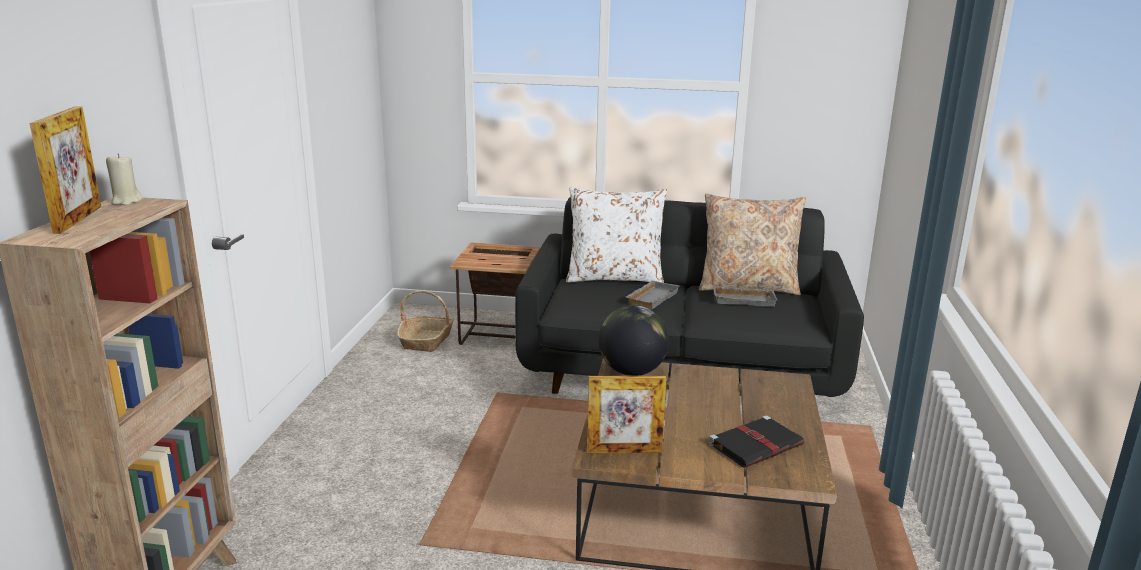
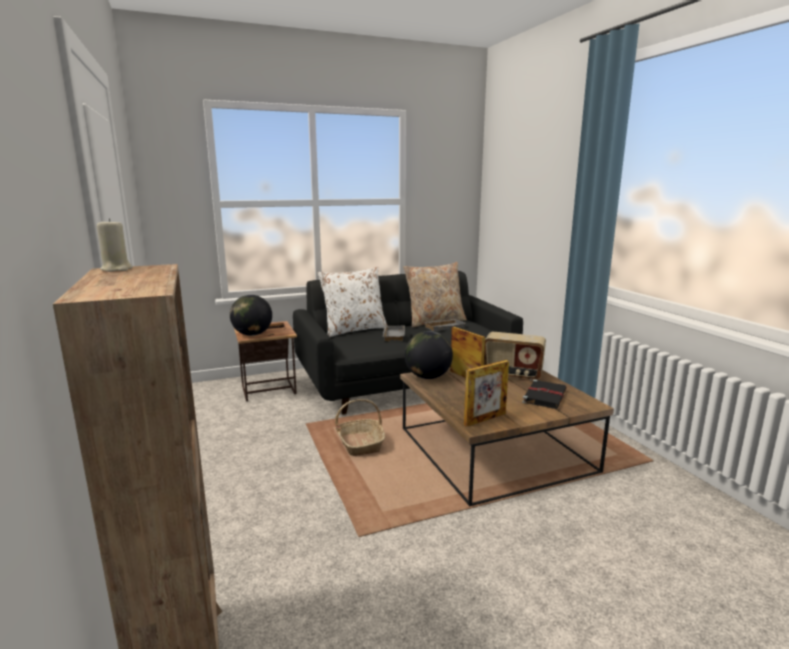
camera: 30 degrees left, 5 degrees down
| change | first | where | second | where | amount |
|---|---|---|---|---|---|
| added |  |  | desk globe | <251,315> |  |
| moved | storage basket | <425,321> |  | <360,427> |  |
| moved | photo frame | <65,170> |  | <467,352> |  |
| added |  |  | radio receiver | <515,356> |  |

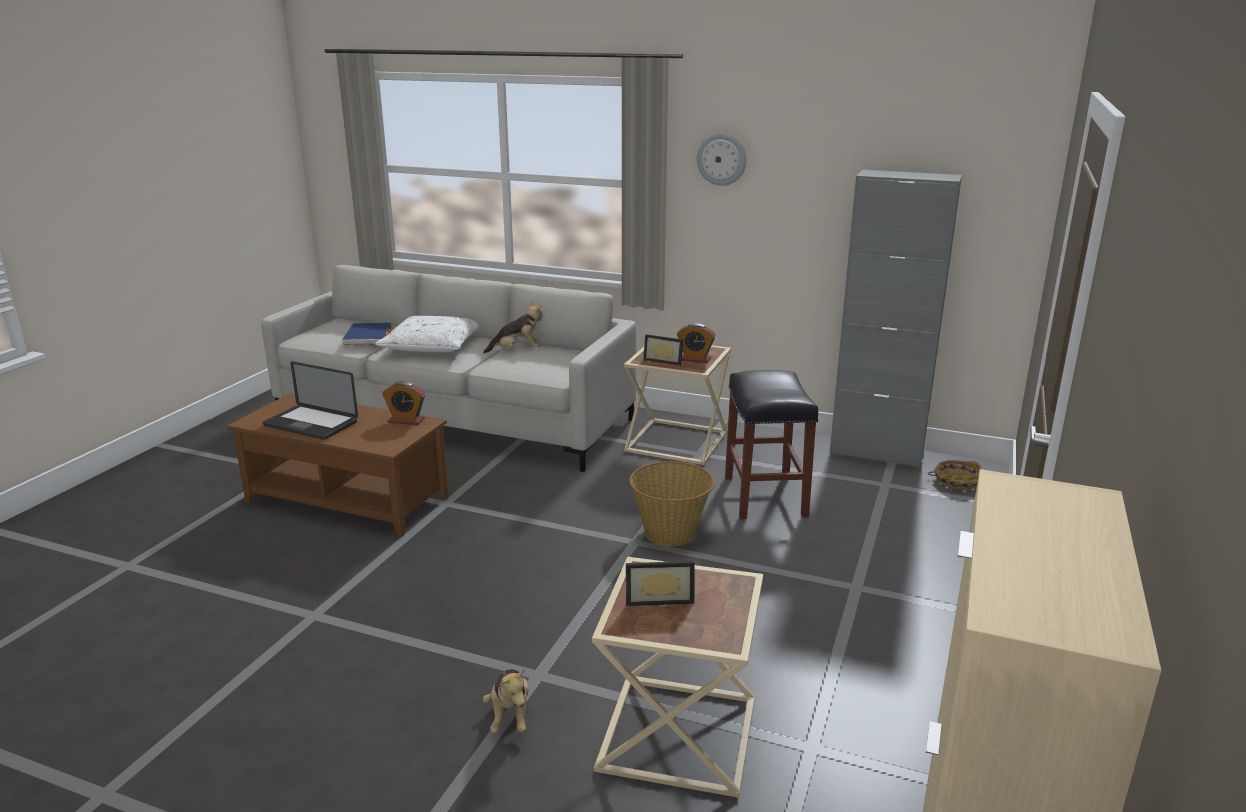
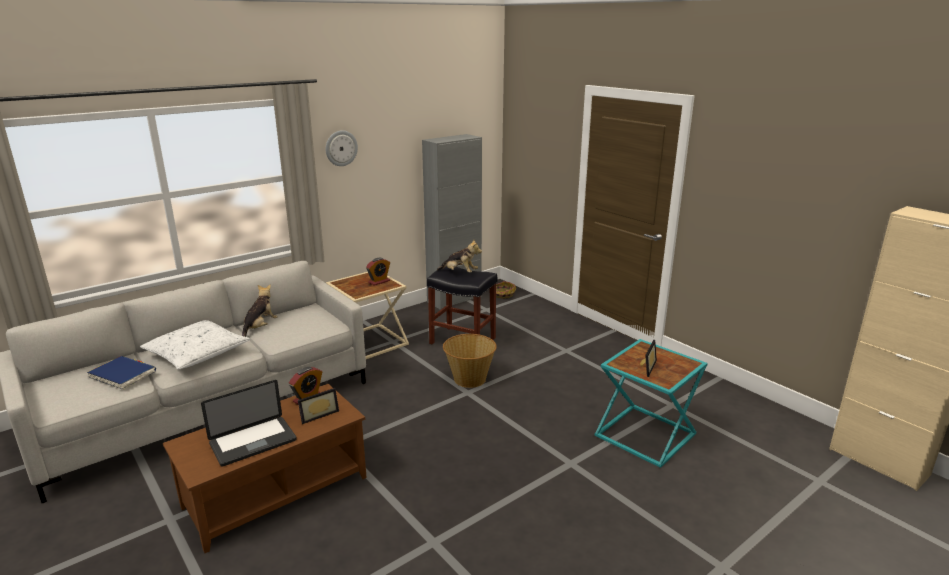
camera: 60 degrees left, 0 degrees up
| change | first | where | second | where | amount |
|---|---|---|---|---|---|
| moved | photo frame | <663,350> |  | <318,406> |  |
| moved | cuddly toy | <506,700> |  | <459,256> |  |
| recoloured | side table (sand-coloured) | <677,677> | side table (blue-green) | <651,403> |  |

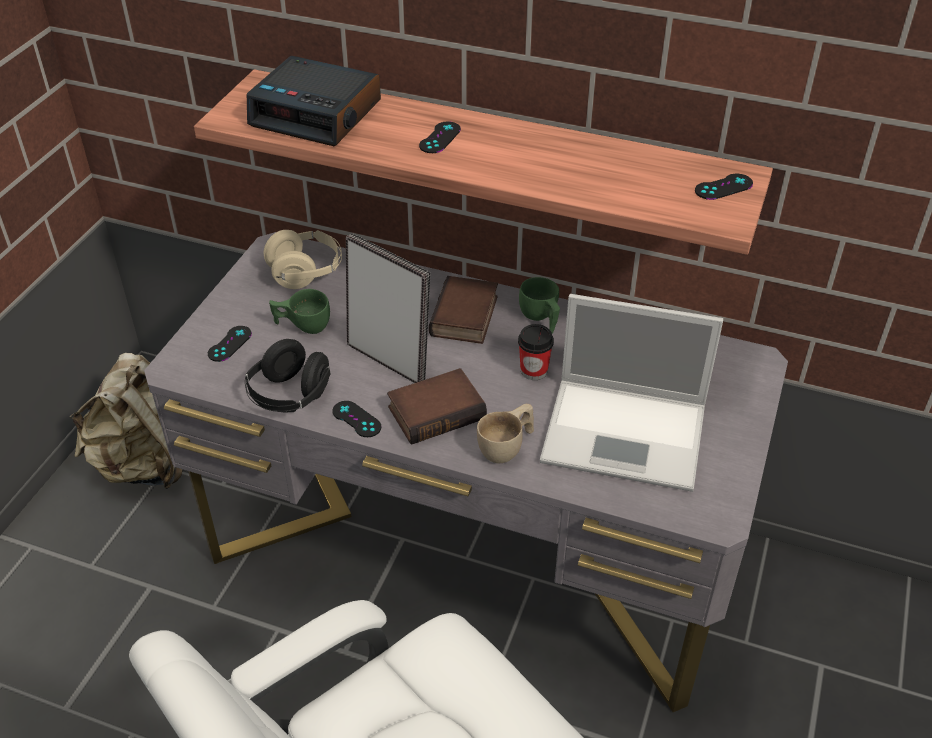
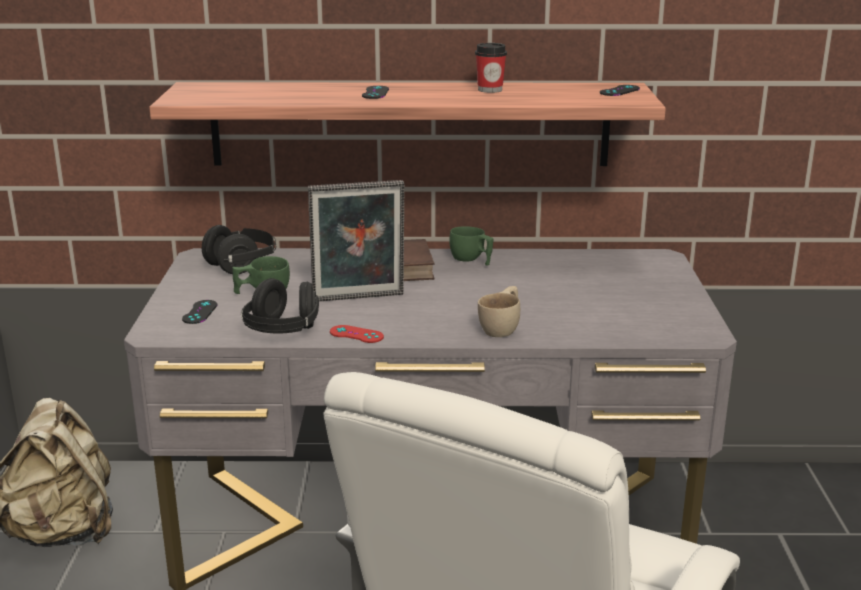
camera: 20 degrees left, 20 degrees down
| change | first | where | second | where | amount |
|---|---|---|---|---|---|
| recoloured | headset (sand-coloured) | <303,259> | headset (black-coloured) | <239,249> |  |
| turned | photo frame | <388,308> |  | <356,240> | 150 degrees clockwise |
| recoloured | joypad (black-coloured) | <356,419> | joypad (red) | <357,334> |  |
| moved | cup | <536,352> |  | <491,68> |  |
| removed | alarm clock | <314,101> |  |  |  |
| removed | book | <437,406> |  |  |  |
| removed | notebook computer | <631,393> |  |  |  |

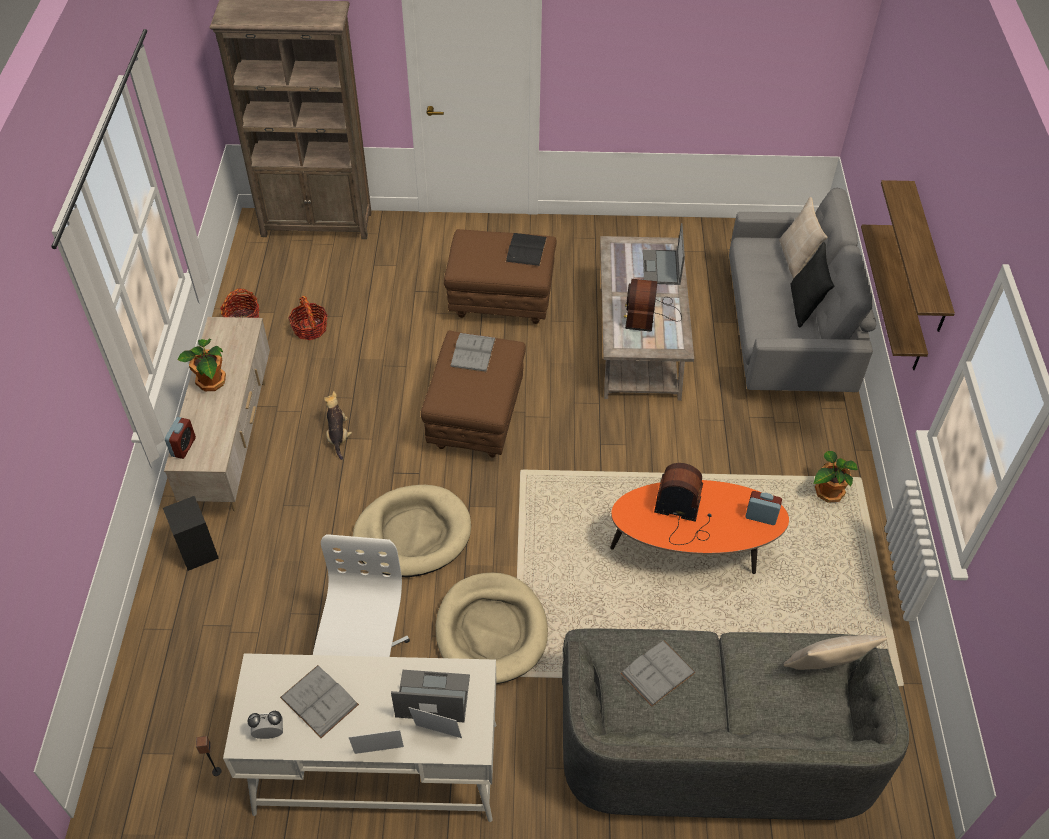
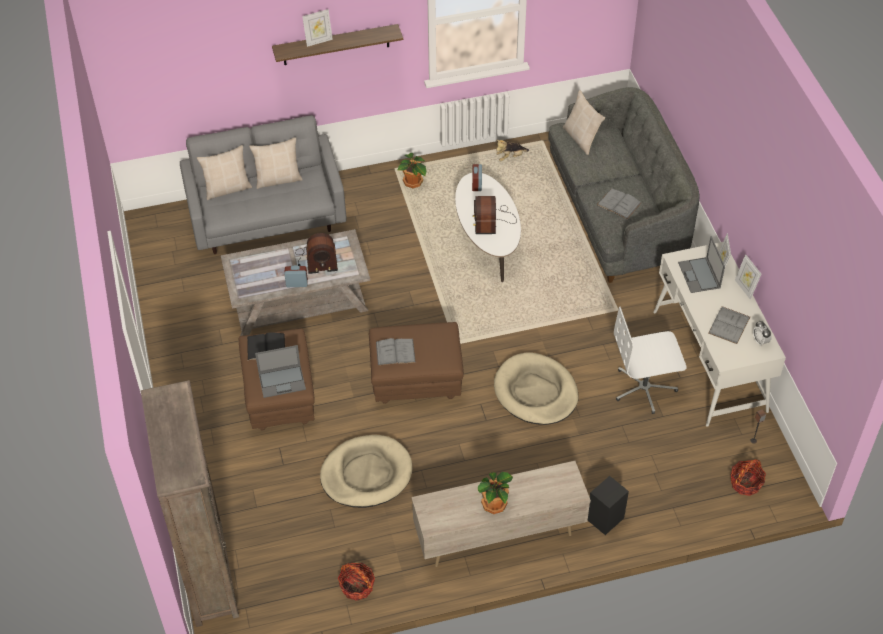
camera: 105 degrees left, 0 degrees up
| change | first | where | second | where | amount |
|---|---|---|---|---|---|
| recoloured | cushion (black-coloured) | <812,284> | cushion (sand-coloured) | <276,163> |  |
| moved | notebook computer | <664,254> |  | <280,371> |  |
| moved | alarm clock | <180,438> |  | <296,276> |  |
| added |  |  | photo frame | <317,28> |  |
| moved | dog bed (sand-coloured) | <492,628> |  | <366,471> |  |
| recoloured | coffee table (orangey) | <699,527> | coffee table (white-coloured) | <488,227> |  |
| moved | cuddly toy | <338,425> |  | <512,151> |  |
| moved | storage basket | <307,318> |  | <748,477> |  |
| removed | wall shelf | <894,297> |  |  |  |

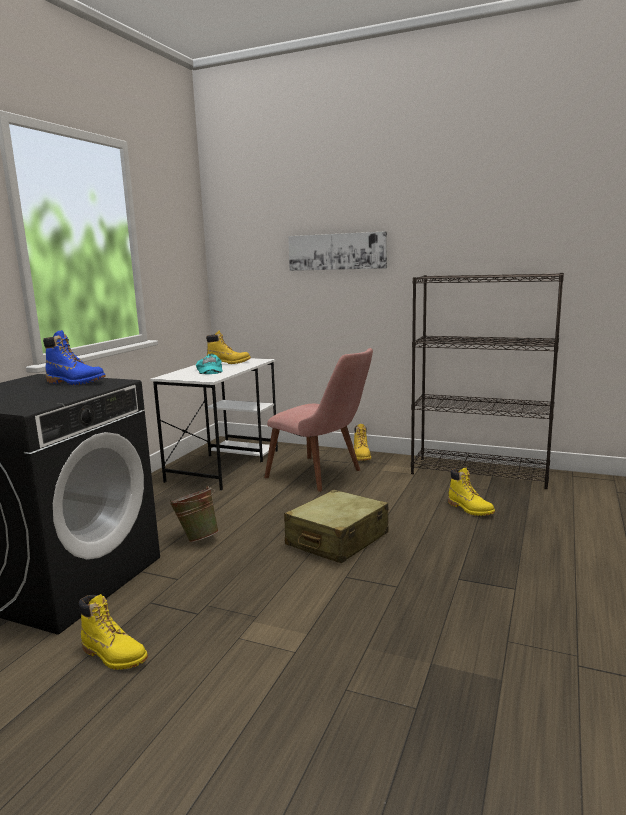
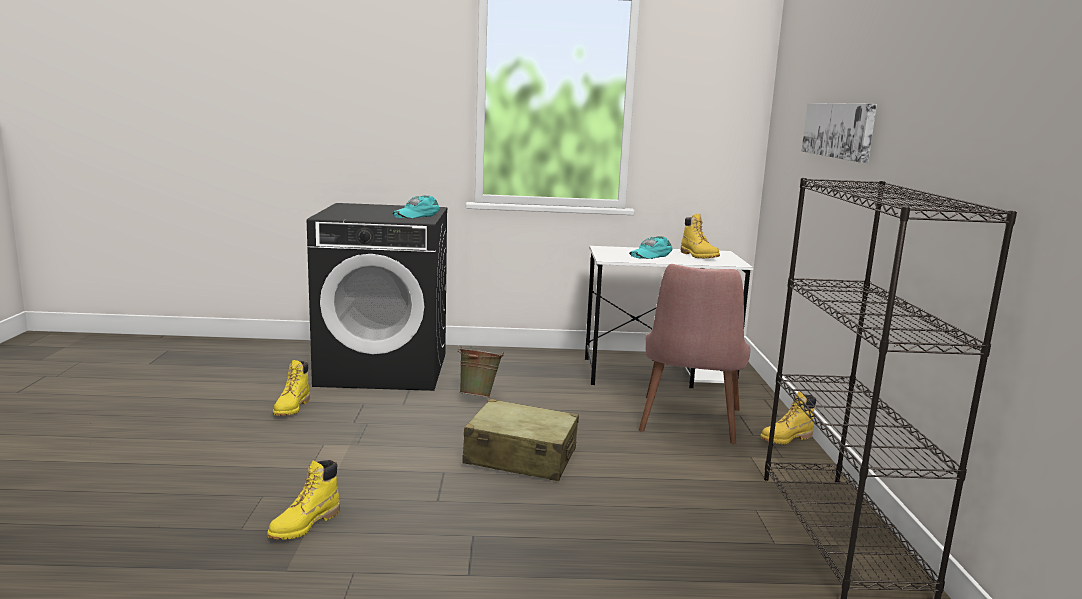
camera: 65 degrees right, 0 degrees up
| change | first | where | second | where | amount |
|---|---|---|---|---|---|
| moved | tall boot (yellowish) | <471,492> |  | <303,500> |  |
| replaced | tall boot (blue) | <74,357> | peaked cap (blue-green) | <416,207> |  |

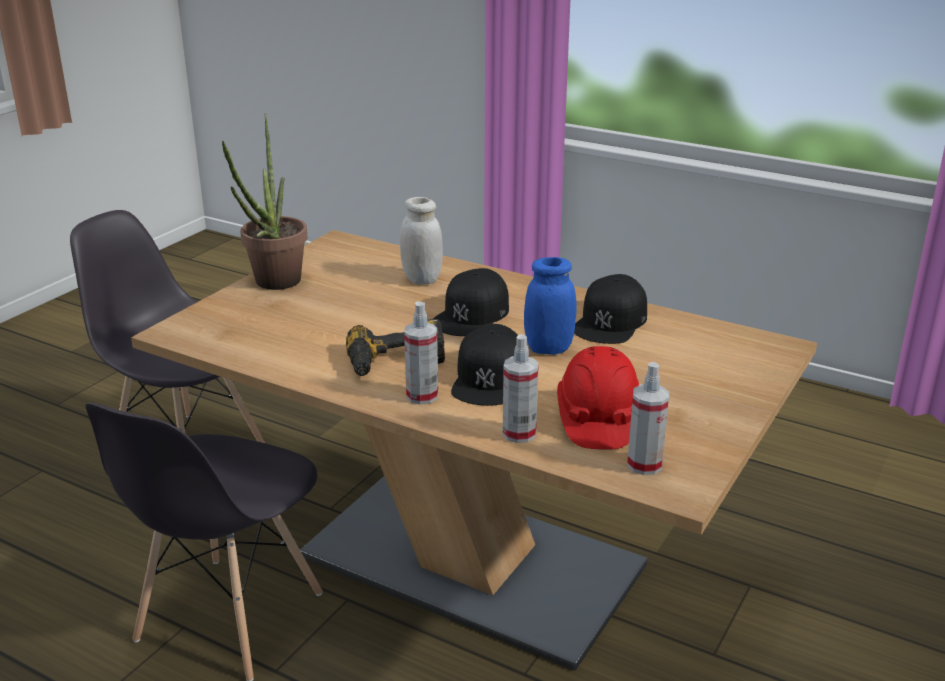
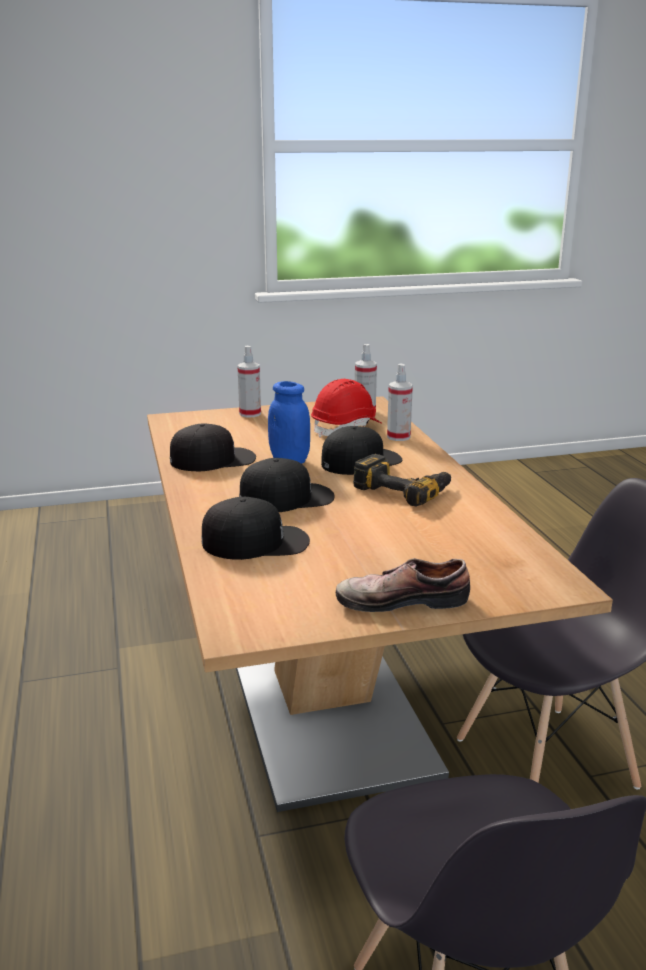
camera: 135 degrees left, 5 degrees down
| change | first | where | second | where | amount |
|---|---|---|---|---|---|
| replaced | jar (white-coloured) | <421,241> | peaked cap (black-coloured) | <255,528> |  |
| moved | spray bottle | <421,353> |  | <249,381> |  |
| replaced | houseplant | <264,201> | item of footwear | <403,585> |  |

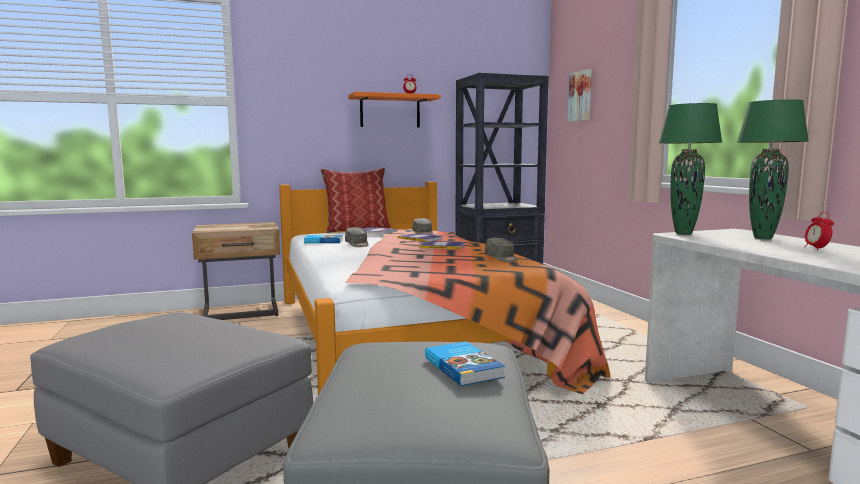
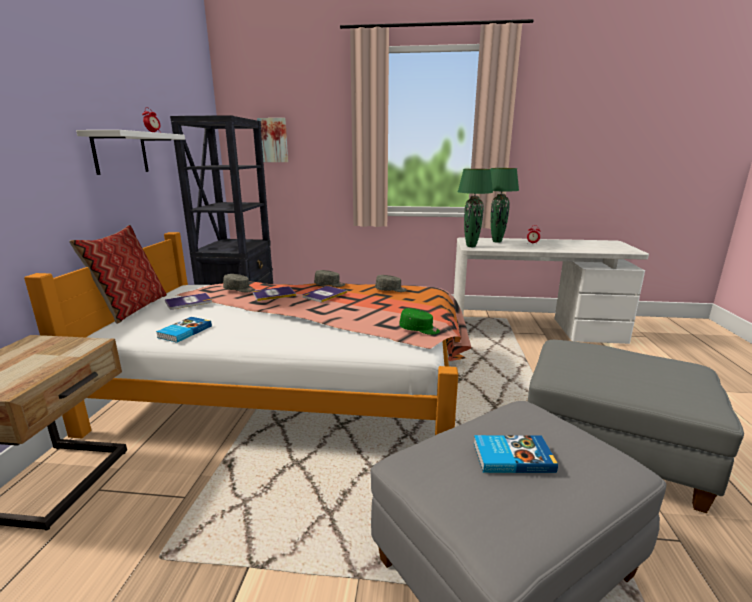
camera: 65 degrees left, 10 degrees up
| change | first | where | second | where | amount |
|---|---|---|---|---|---|
| recoloured | wall shelf (orangey) | <394,110> | wall shelf (white-coloured) | <130,152> |  |
| moved | peaked cap (gray) | <357,237> |  | <329,278> |  |
| added |  |  | peaked cap (green-coloured) | <419,321> |  |
| moved | book | <465,363> |  | <516,454> |  |

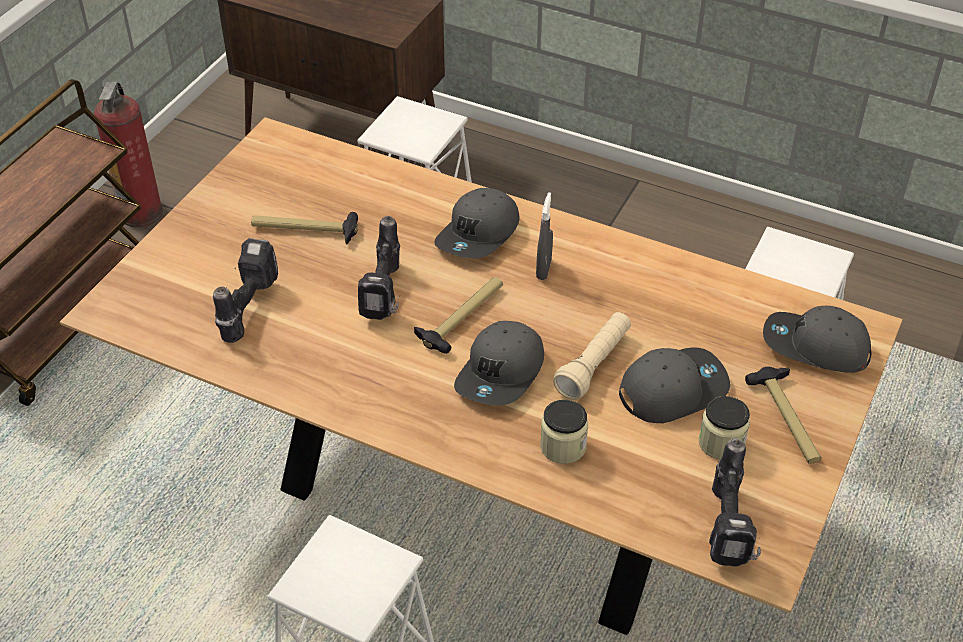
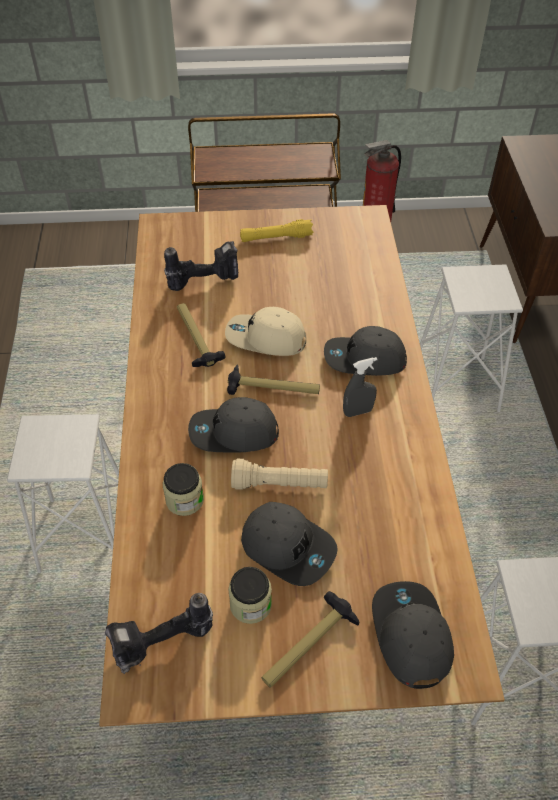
camera: 60 degrees right, 5 degrees up
| change | first | where | second | where | amount |
|---|---|---|---|---|---|
| moved | hand hammer | <304,228> |  | <201,335> |  |
| replaced | power drill | <379,268> | peaked cap (sand-coloured) | <265,331> |  |
| added |  |  | torch (yellowish) | <276,230> |  |

